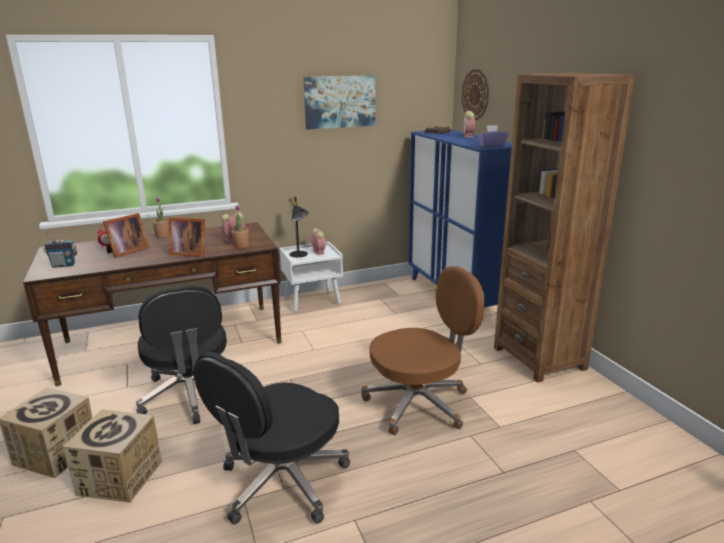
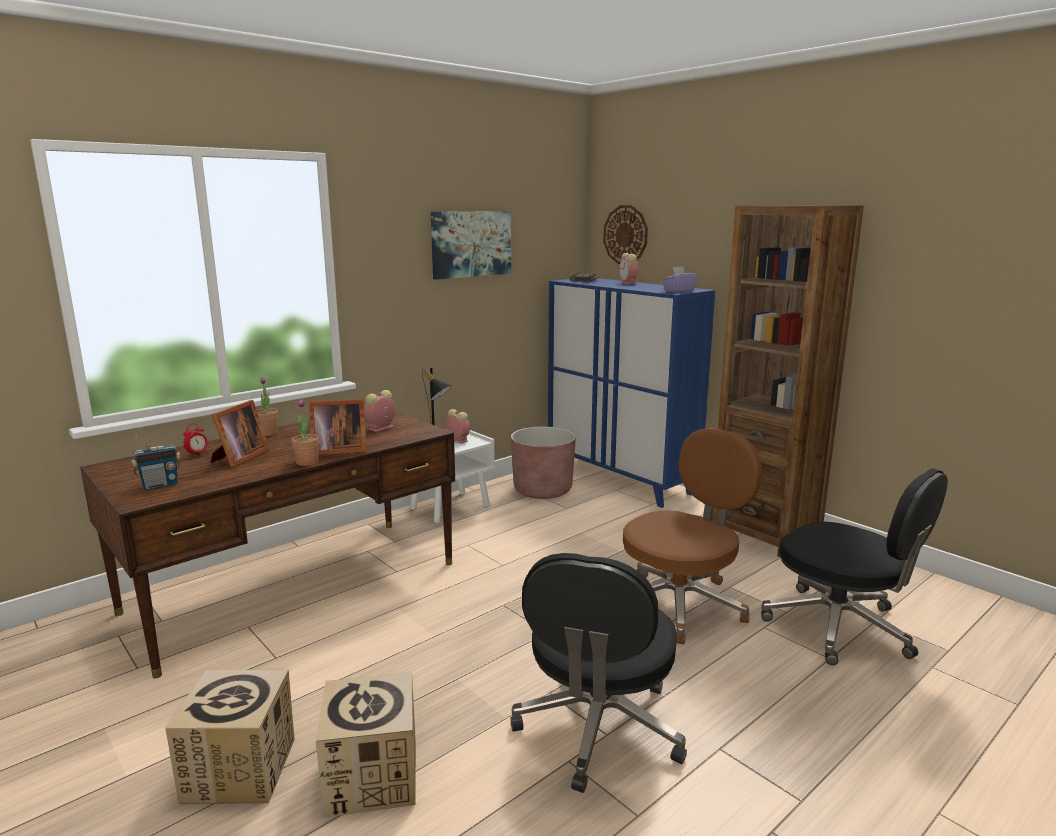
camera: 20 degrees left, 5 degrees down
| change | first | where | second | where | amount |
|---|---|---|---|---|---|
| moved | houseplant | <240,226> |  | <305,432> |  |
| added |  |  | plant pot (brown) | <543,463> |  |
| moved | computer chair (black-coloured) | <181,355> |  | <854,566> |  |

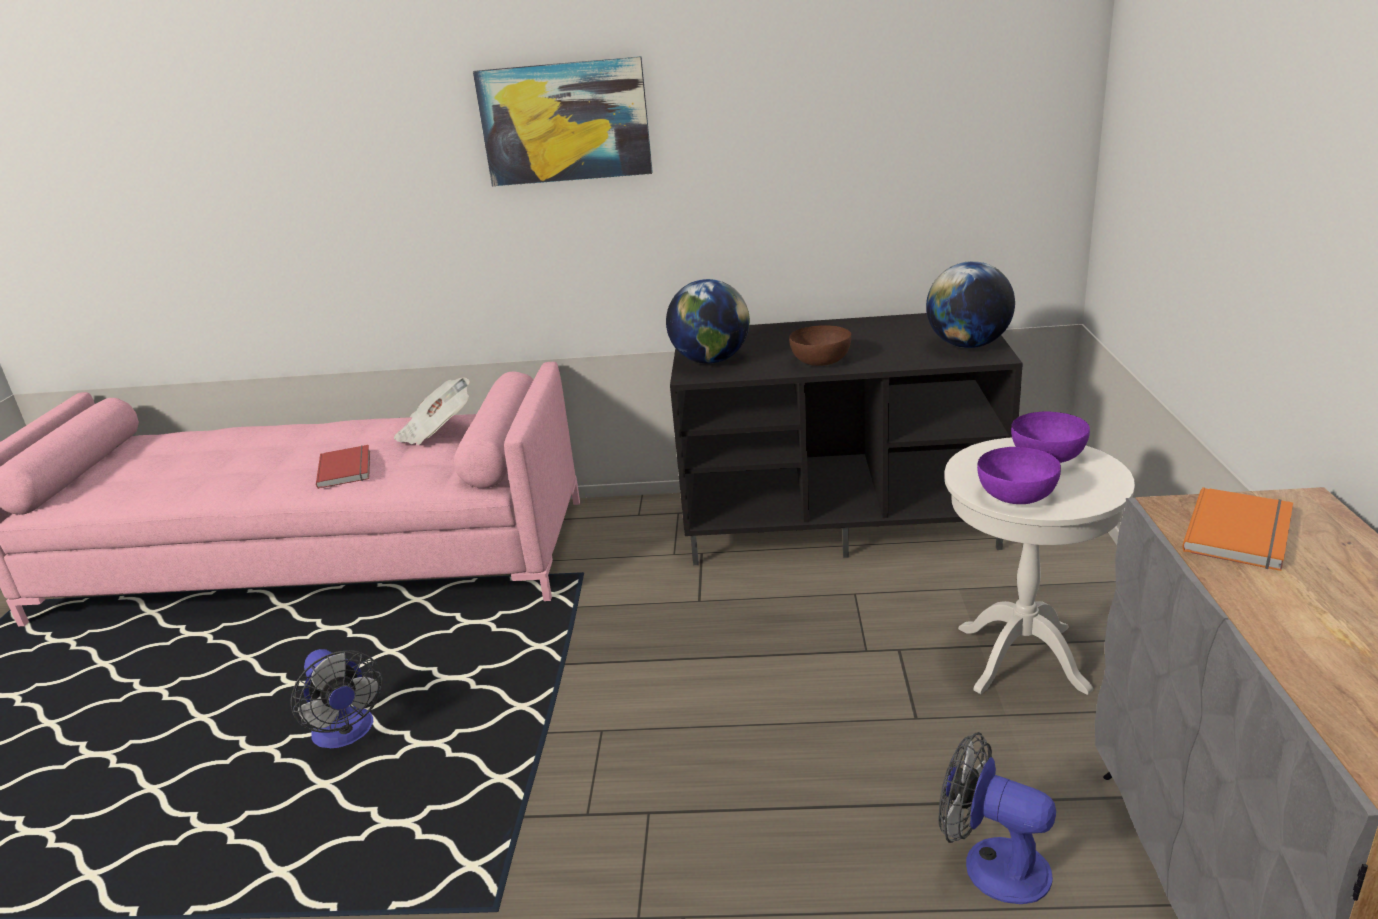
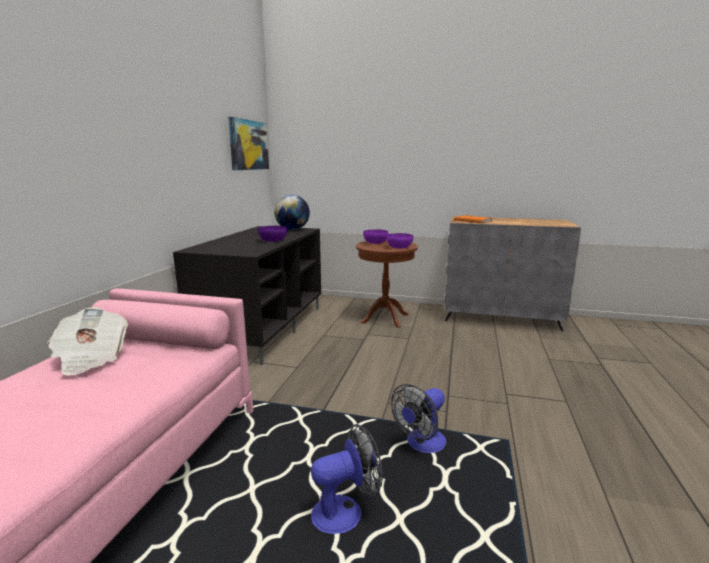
camera: 80 degrees left, 10 degrees down
| change | first | where | second | where | amount |
|---|---|---|---|---|---|
| moved | picture | <563,121> |  | <248,143> |  |
| recoloured | serving bowl (brown) | <820,345> | serving bowl (purple-coloured) | <272,234> |  |
| recoloured | side table (white-coloured) | <1039,566> | side table (brown) | <387,284> |  |
| moved | electric fan | <997,818> |  | <418,418> |  |
| removed | book (red) | <343,467> |  |  |  |
| removed | desk globe | <708,321> |  |  |  |

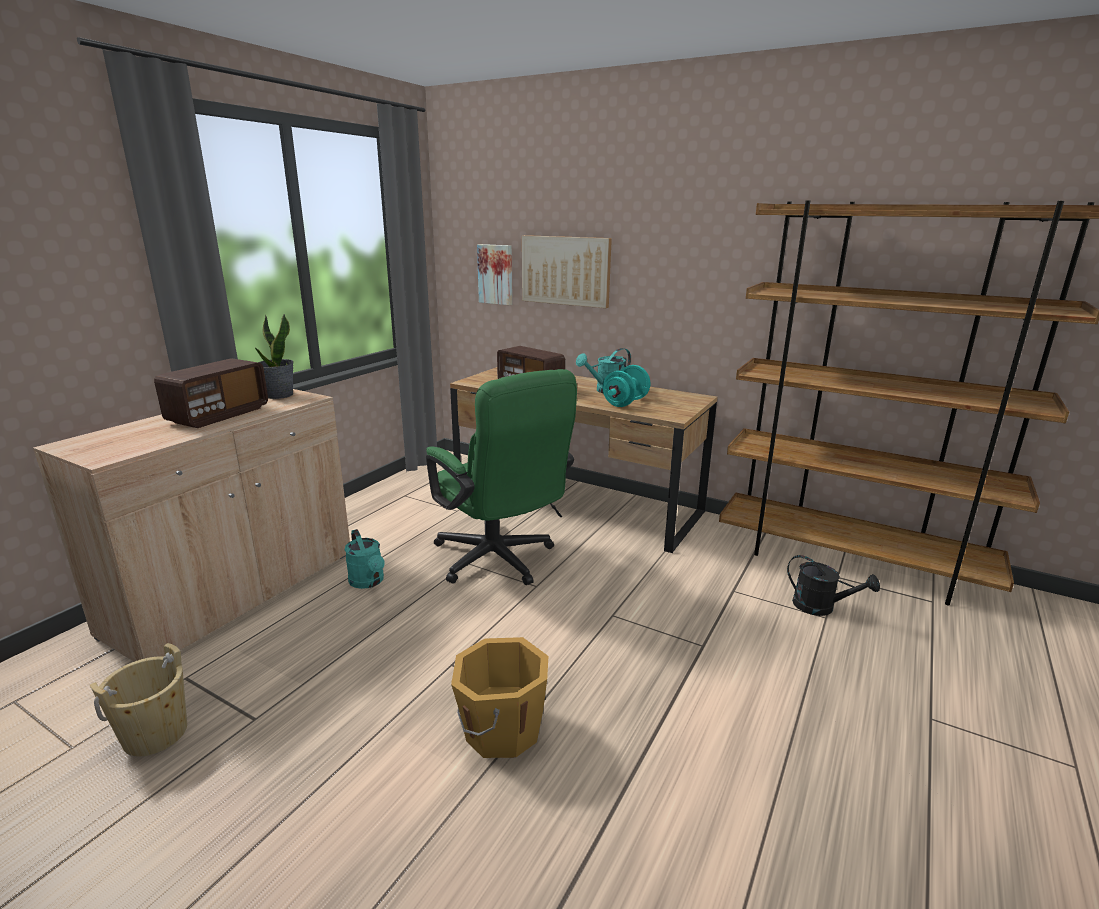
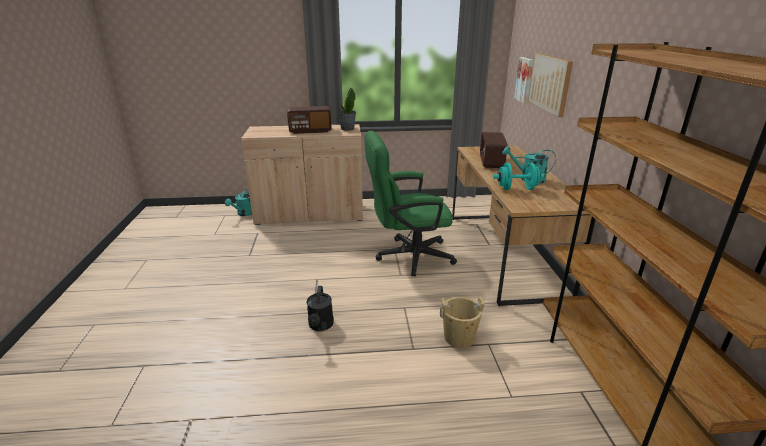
camera: 55 degrees right, 5 degrees up
| change | first | where | second | where | amount |
|---|---|---|---|---|---|
| moved | watering can (blue-green) | <364,559> |  | <238,202> |  |
| moved | watering can (black-coloured) | <833,585> |  | <320,308> |  |
| turned | computer chair (green-coloured) | <501,477> |  | <411,203> | 60 degrees clockwise |
| moved | bucket (sand-coloured) | <138,699> |  | <462,322> |  |
| removed | bucket (orangey) | <499,697> |  |  |  |

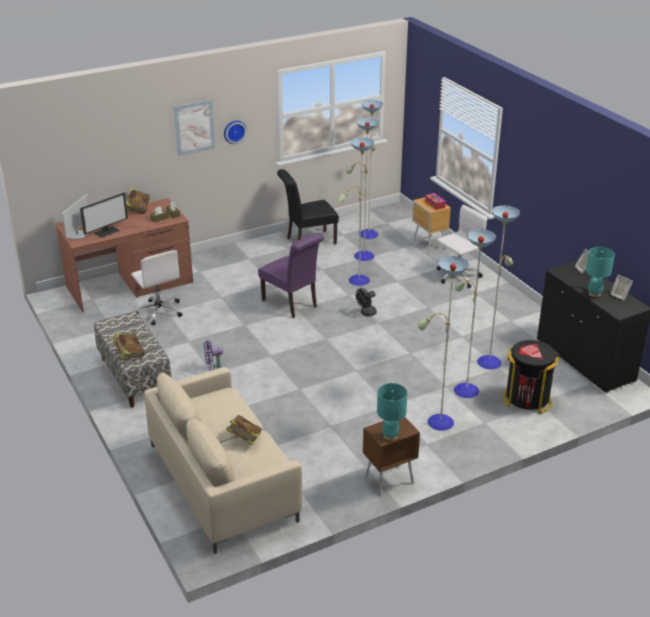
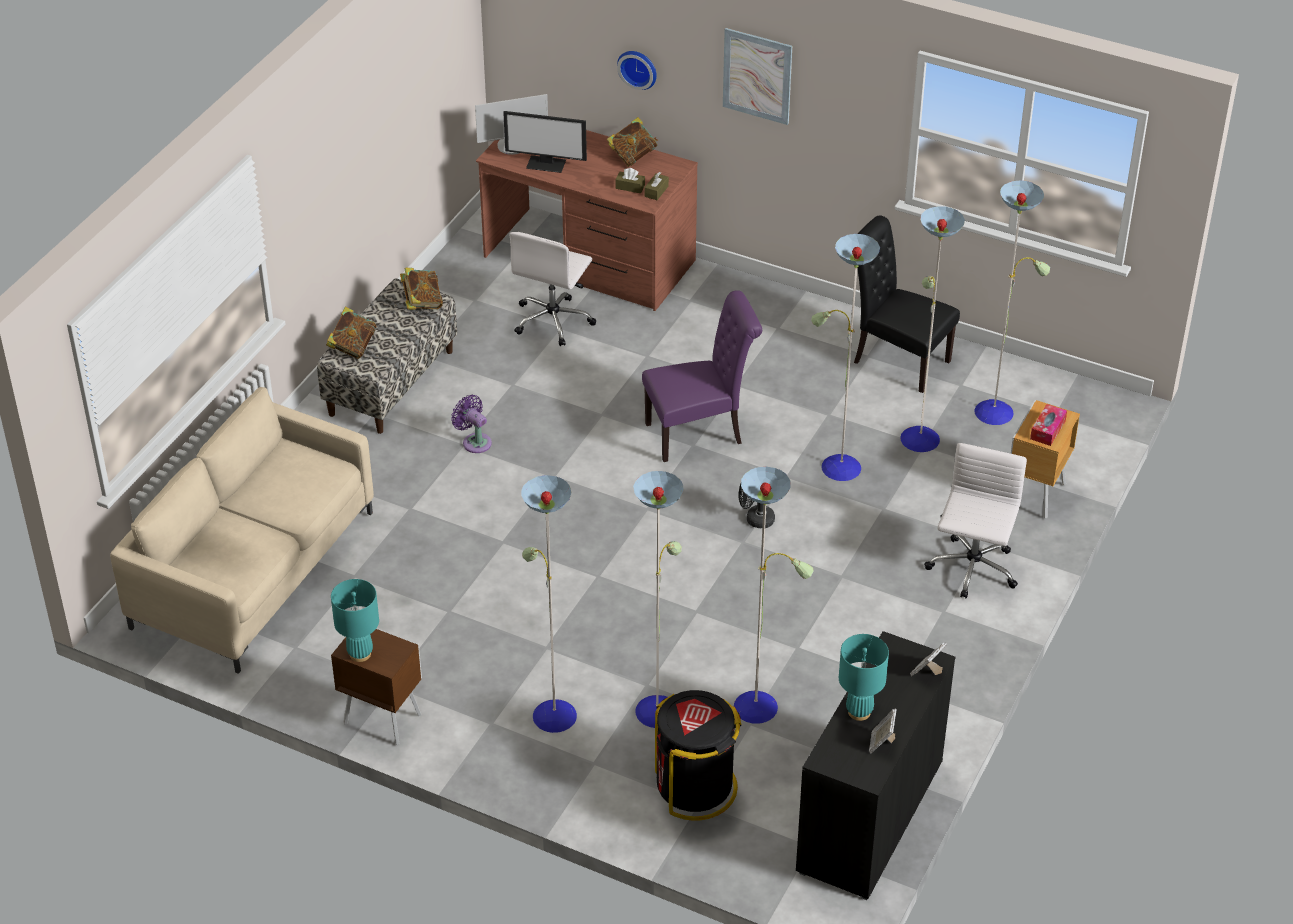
camera: 55 degrees right, 10 degrees up
| change | first | where | second | where | amount |
|---|---|---|---|---|---|
| moved | book | <244,430> |  | <421,288> |  |
| moved | hanging clock | <235,132> |  | <637,70> |  |
| turned | upright chair (purple-coloured) | <291,275> |  | <702,376> | 120 degrees counterclockwise |
| turned | computer chair (white-coloured) | <462,246> |  | <975,520> | 90 degrees counterclockwise |

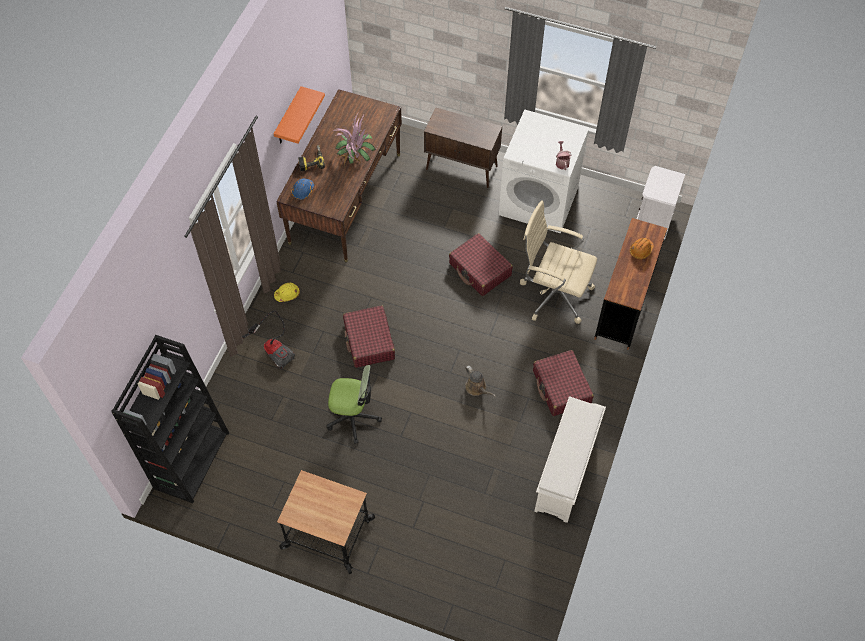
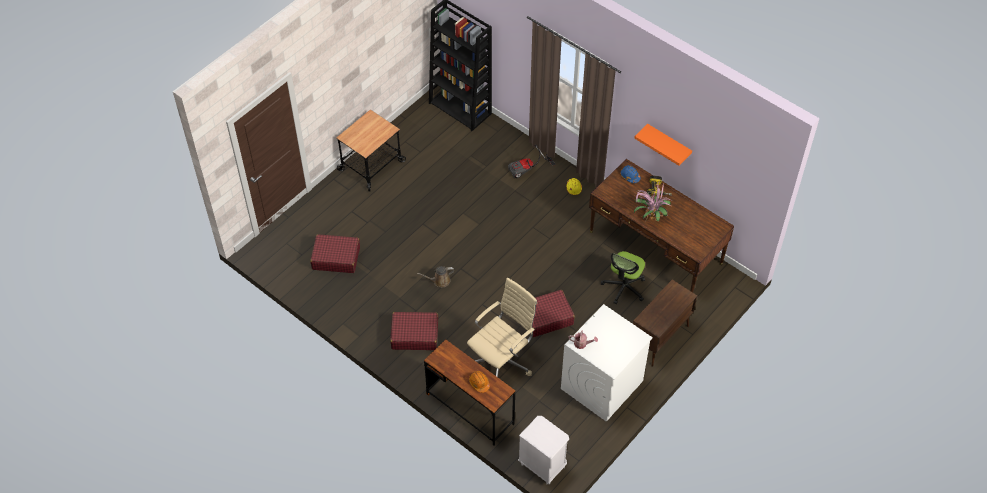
camera: 110 degrees right, 5 degrees down
| change | first | where | second | where | amount |
|---|---|---|---|---|---|
| moved | piece of luggage (red) | <369,336> |  | <335,253> |  |
| moved | computer chair | <354,404> |  | <623,277> |  |
| removed | shoe stand (white-coloured) | <570,459> |  |  |  |

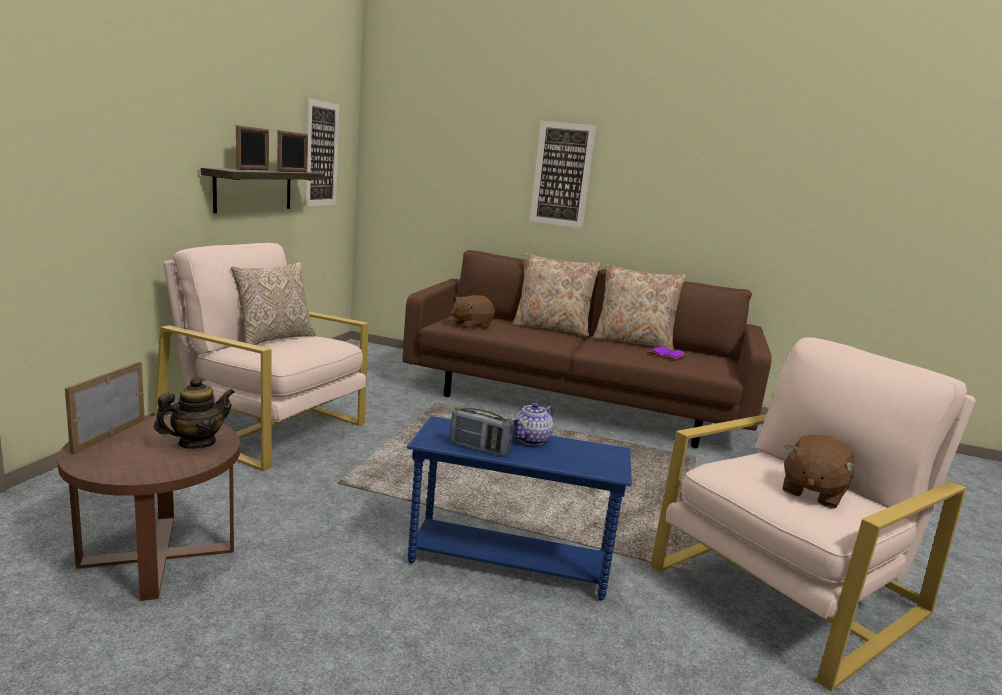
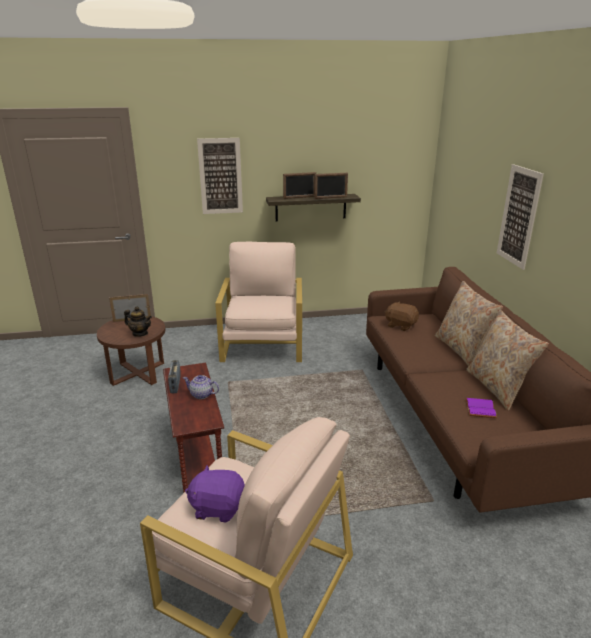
camera: 65 degrees right, 10 degrees up
| change | first | where | second | where | amount |
|---|---|---|---|---|---|
| recoloured | side table (blue) | <519,508> | side table (brown) | <193,428> |  |
| recoloured | cuddly toy (brown) | <820,471> | cuddly toy (purple-coloured) | <215,494> |  |
| moved | picture | <322,152> |  | <220,176> |  |
| removed | cushion | <273,303> |  |  |  |

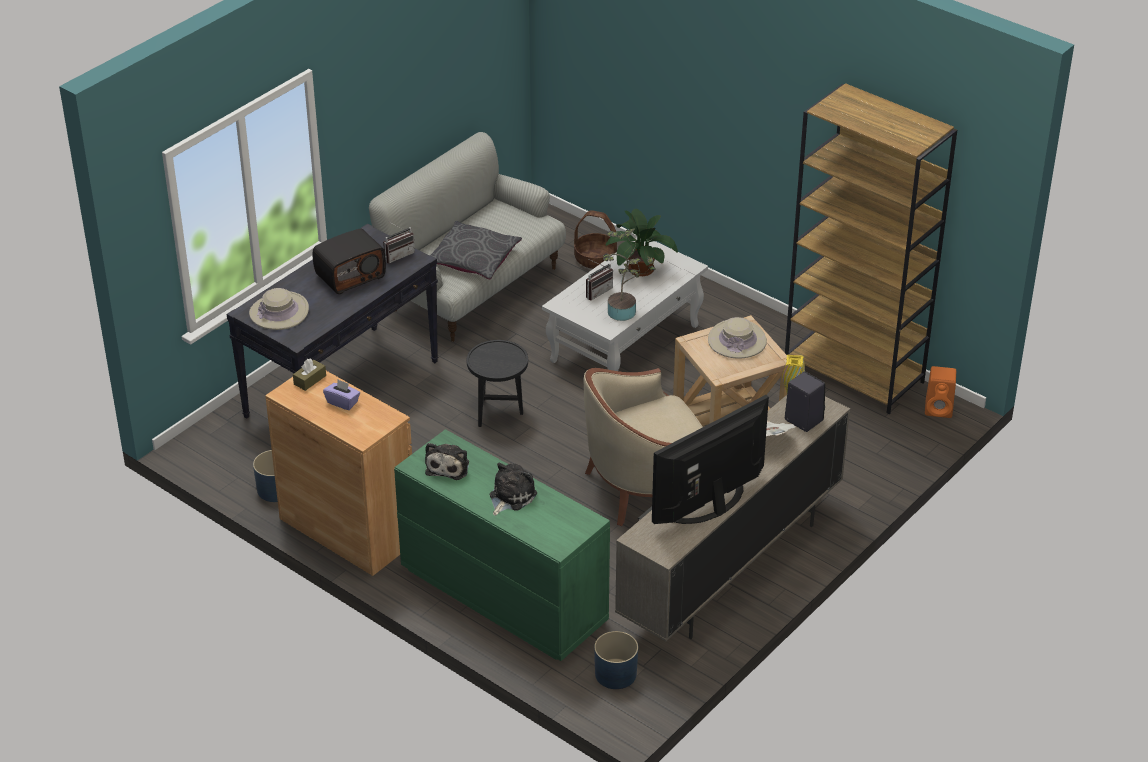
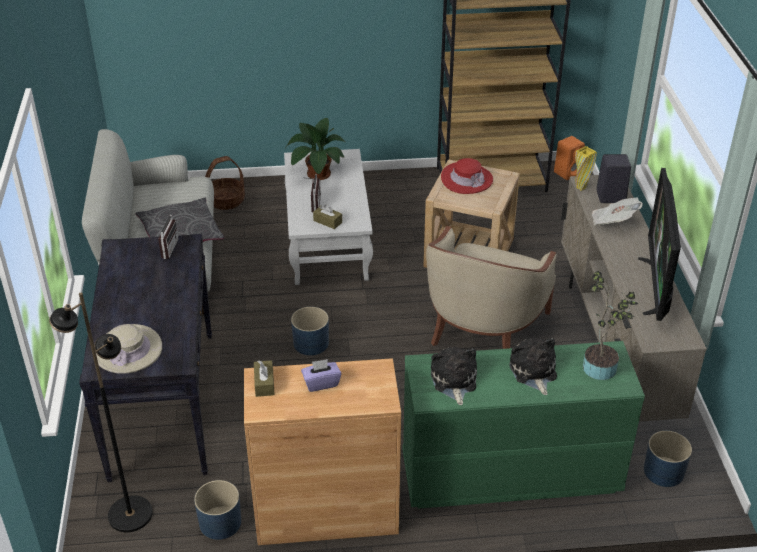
camera: 45 degrees left, 0 degrees up
| change | first | where | second | where | amount |
|---|---|---|---|---|---|
| added |  |  | standing lamp (black-coloured) | <101,412> |  |
| replaced | side table (black-coloured) | <497,383> | plant pot (blue) | <310,331> |  |
| added |  |  | tissue holder (brown) | <327,216> |  |
| turned | cuddly toy | <447,461> |  | <454,376> | 150 degrees counterclockwise |
| recoloured | clothing hat (sand-coloured) | <737,338> | clothing hat (red) | <467,176> |  |
| moved | houseplant | <629,275> |  | <610,325> |  |
| removed | radio receiver | <349,261> |  |  |  |

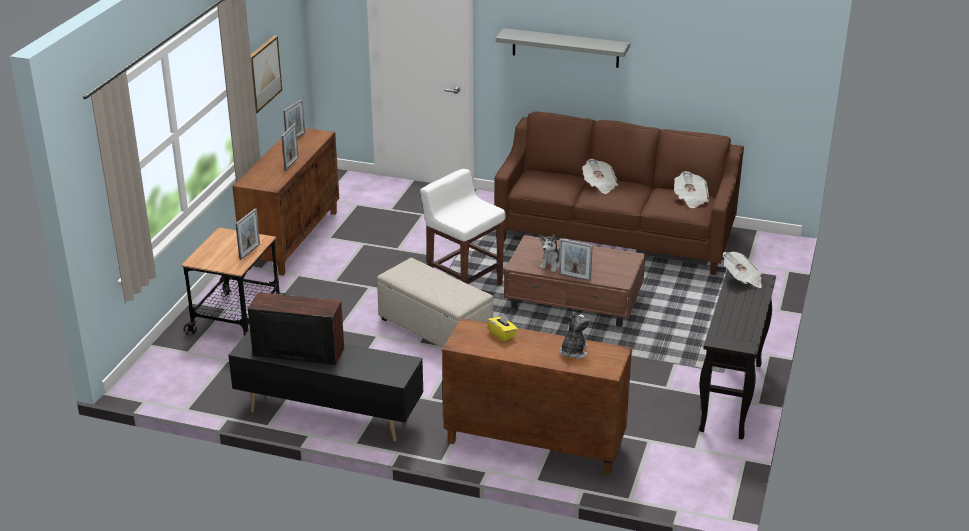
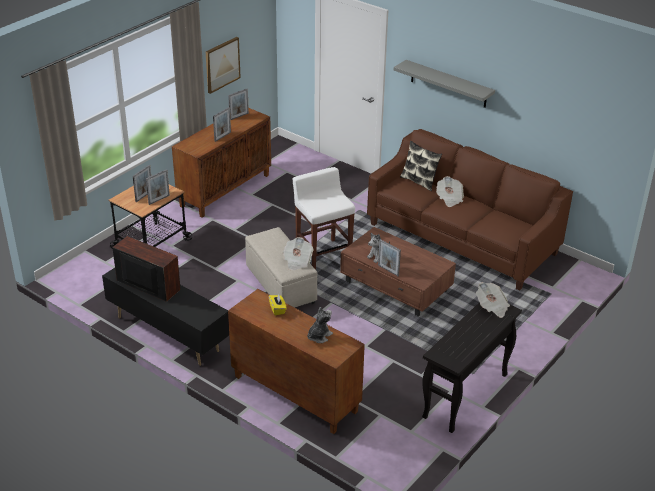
camera: 20 degrees right, 5 degrees up
| change | first | where | second | where | amount |
|---|---|---|---|---|---|
| added |  |  | photo frame | <142,183> |  |
| moved | newspaper | <691,189> |  | <298,253> |  |
| added |  |  | cushion | <421,166> |  |

